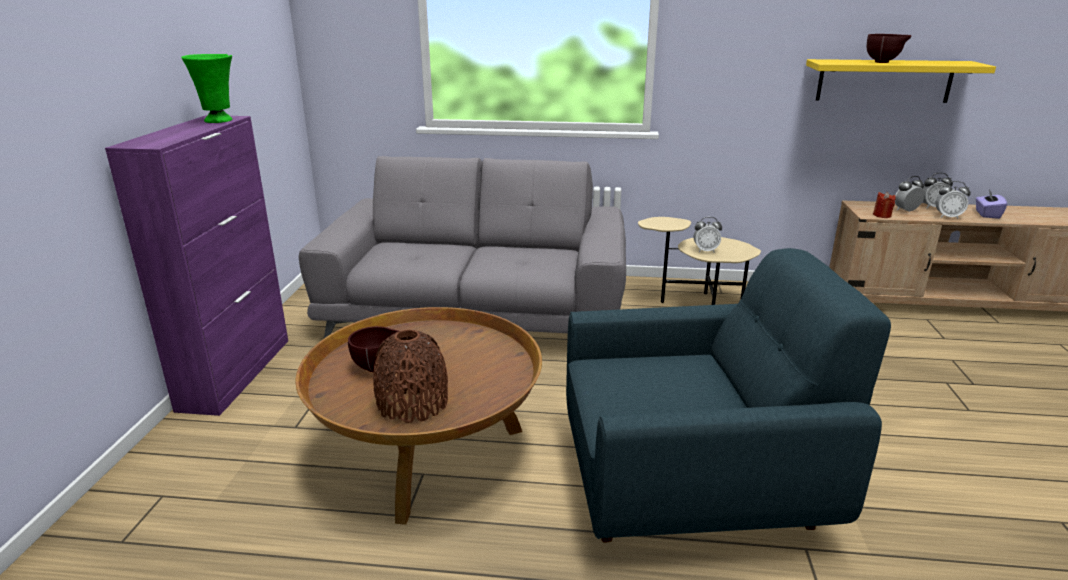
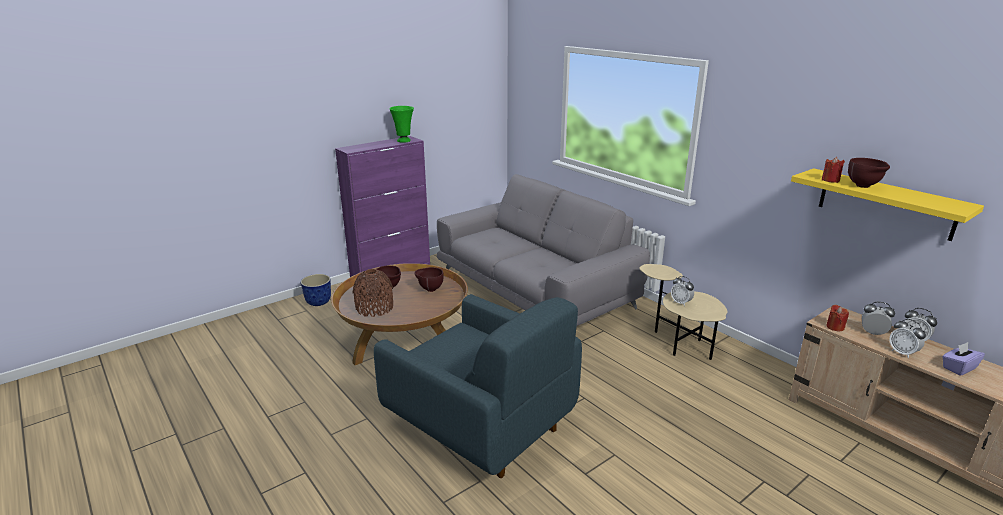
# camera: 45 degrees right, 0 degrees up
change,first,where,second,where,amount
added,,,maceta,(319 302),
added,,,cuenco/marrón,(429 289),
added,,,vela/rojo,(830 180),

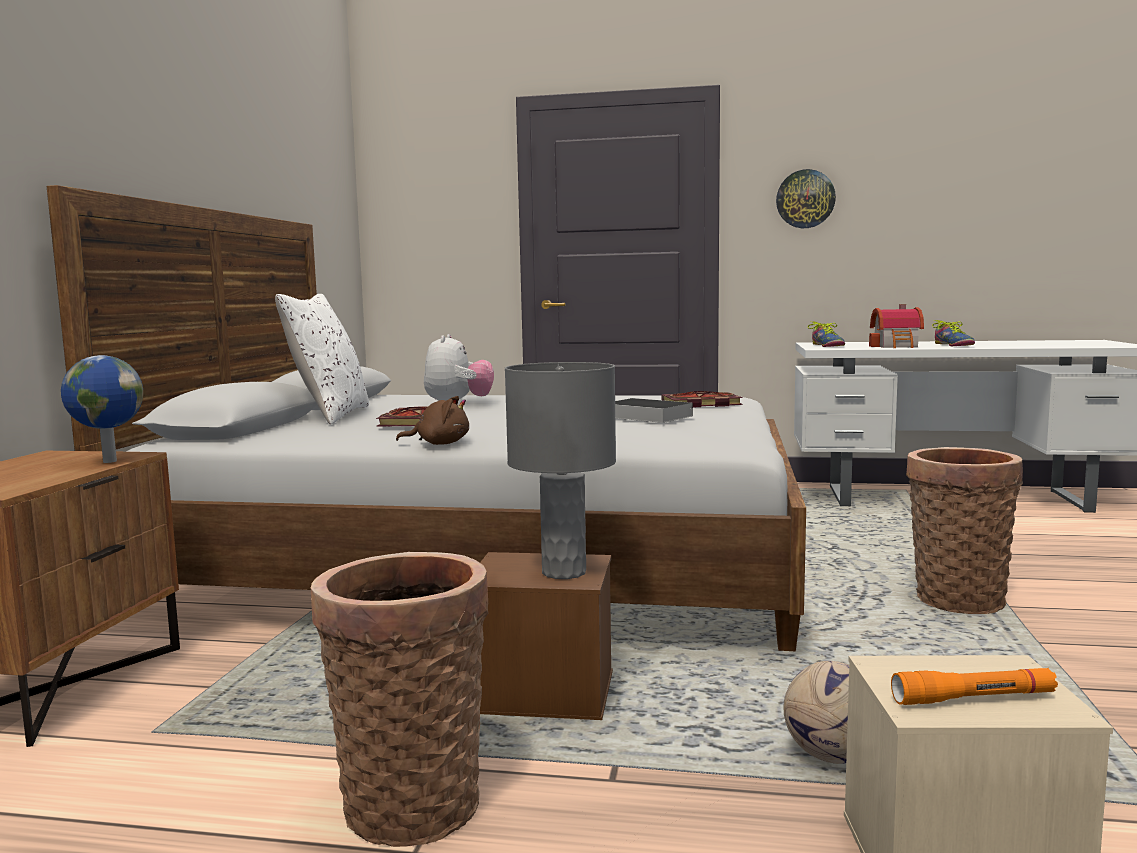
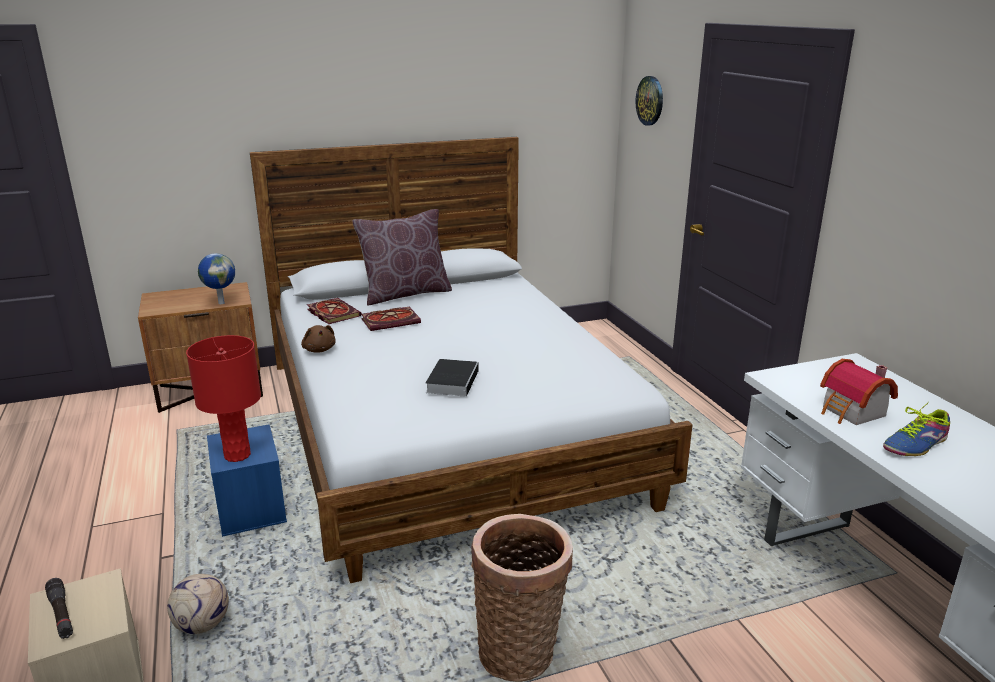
# camera: 60 degrees right, 15 degrees up
change,first,where,second,where,amount
recoloured,linterna/naranja,(974 699),linterna/negro,(61 614),
recoloured,lámpara de mesa/gris,(563 572),lámpara de mesa/rojo,(238 455),
recoloured,caja de almacenaje/marrón,(540 693),caja de almacenaje/azul,(250 508),
moved,libro,(699 404),,(332 313),
recoloured,cojín/blanco,(329 415),cojín/marrón,(405 294),
moved,reloj de pared,(805 199),,(650 100),
removed,cesta,(411 800),,,
removed,peluche,(458 404),,,
removed,zapato,(828 346),,,

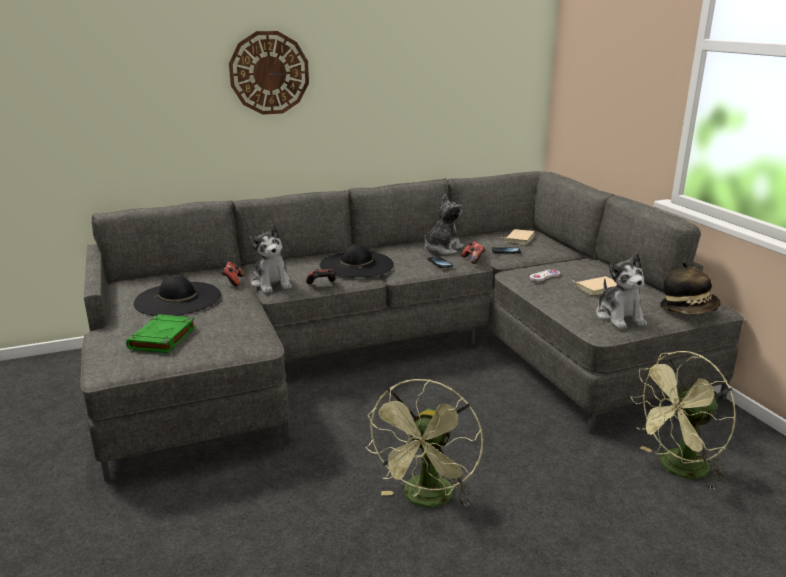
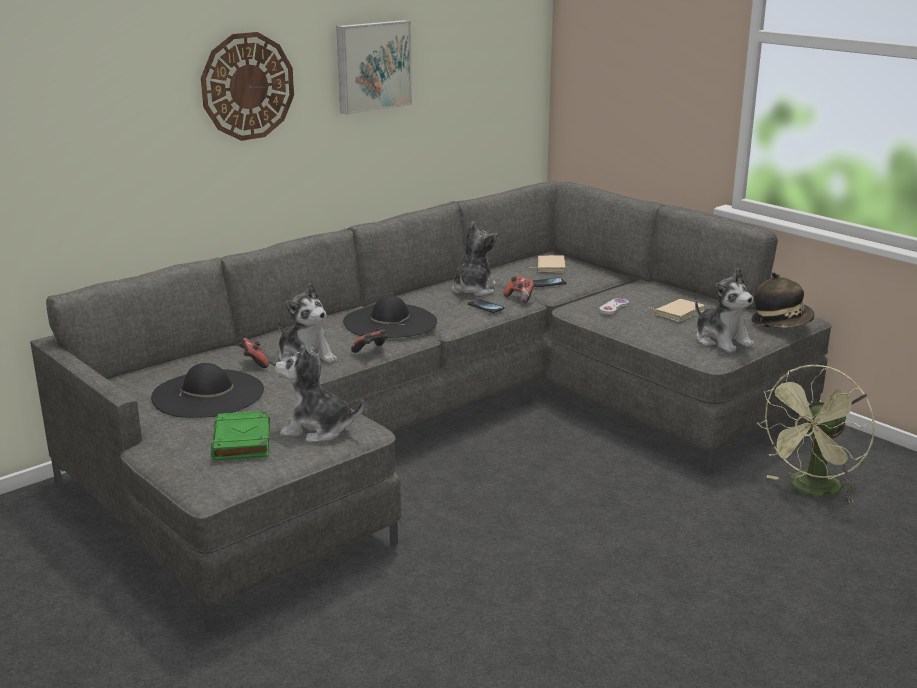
# camera: 20 degrees left, 0 degrees up
change,first,where,second,where,amount
added,,,peluche,(317 430),
added,,,cuadro,(372 66),
removed,ventilador/verde,(426 500),,,

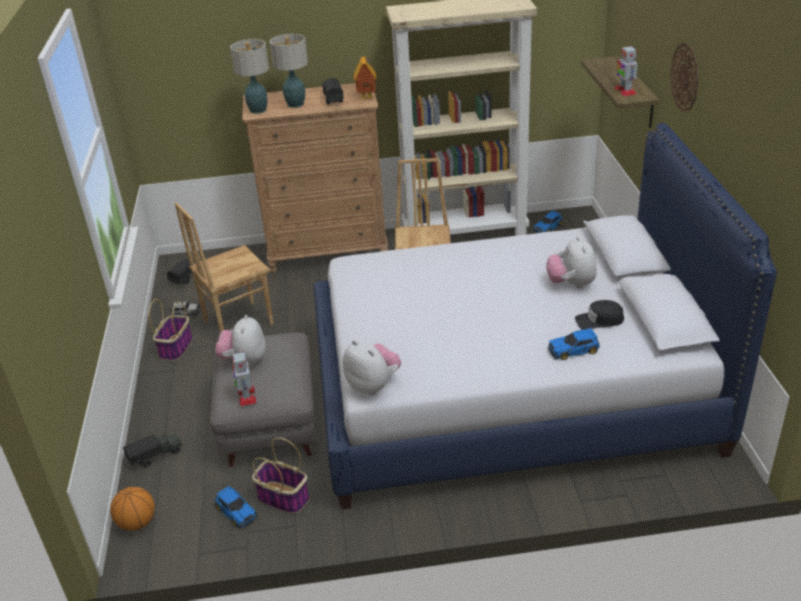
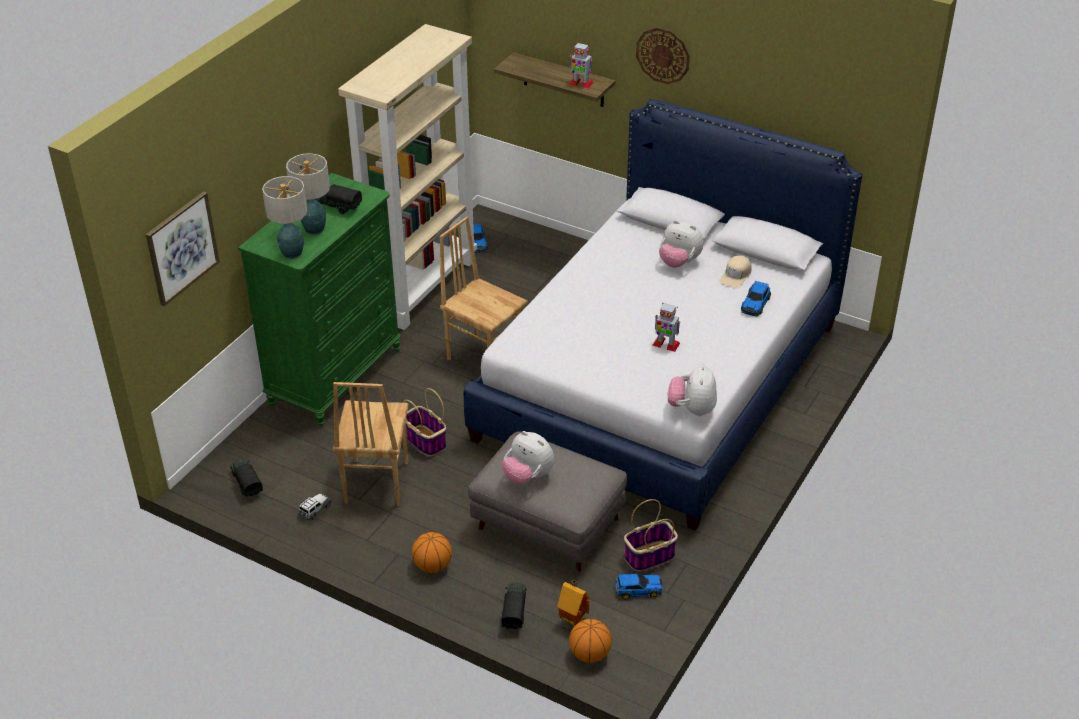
# camera: 55 degrees left, 5 degrees up
change,first,where,second,where,amount
added,,,cuadro,(182 248),
recoloured,cómoda/marrón,(328 252),cómoda/verde,(335 376),
moved,cesta,(176 347),,(425 441),
added,,,balón de baloncesto,(432 566),
moved,casita,(367 97),,(574 620),
moved,robot de juguete,(246 396),,(665 344),
turned,peluche,(373 385),,(692 409),75 degrees counterclockwise
recoloured,gorra/negro,(599 320),gorra/beis,(736 275),

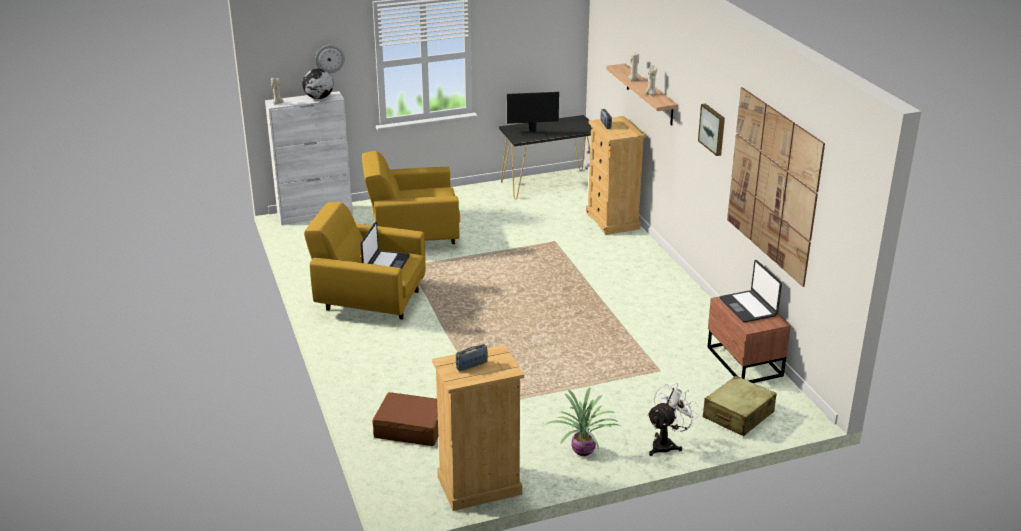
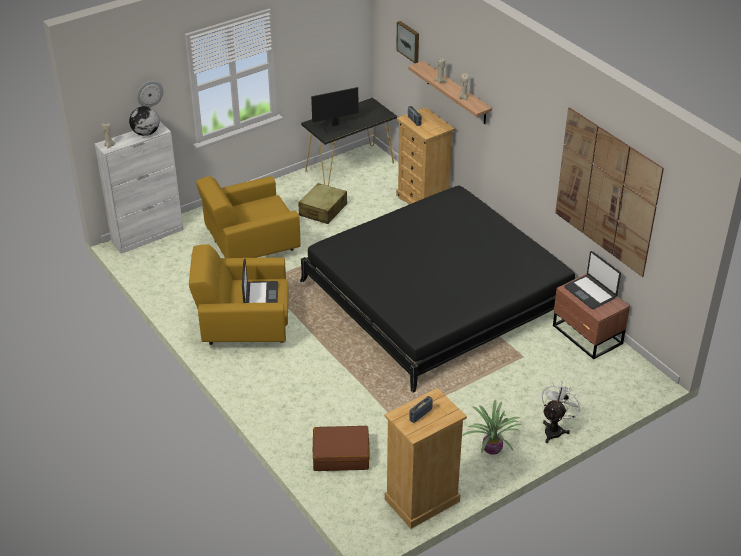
# camera: 15 degrees left, 10 degrees up
change,first,where,second,where,amount
moved,maleta/beis,(738 415),,(323 210),
added,,,cama/negro,(437 295),
moved,cuadro,(713 129),,(409 41),

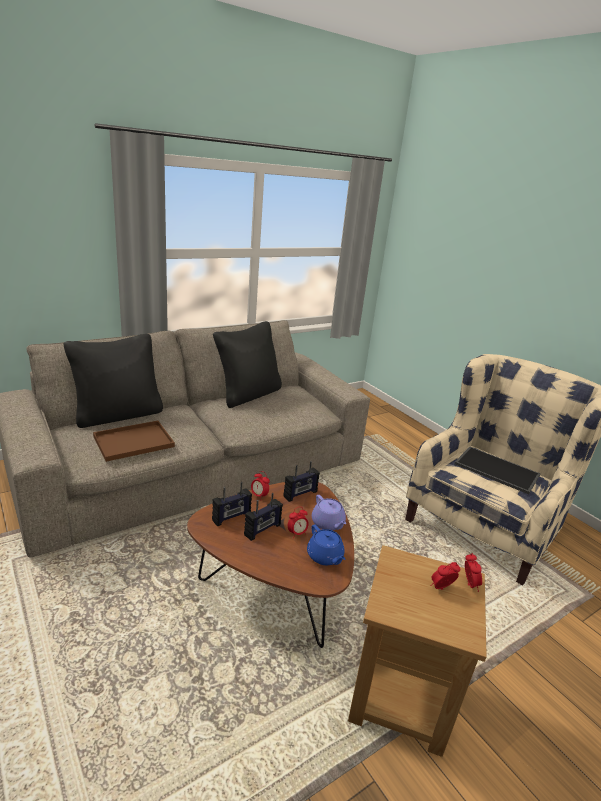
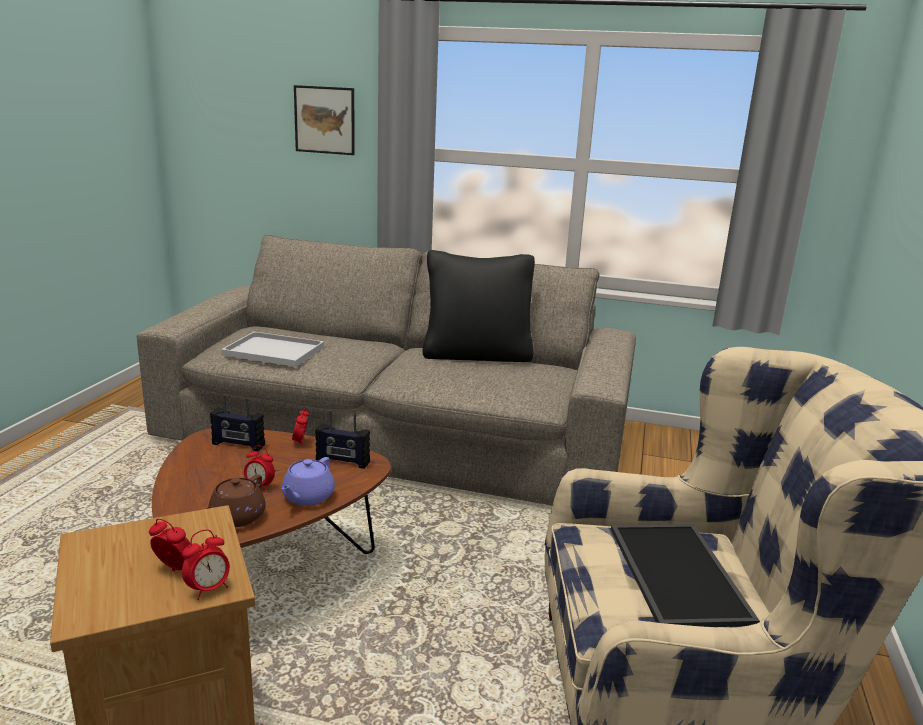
# camera: 50 degrees right, 5 degrees down
change,first,where,second,where,amount
recoloured,tetera/azul,(325 557),tetera/marrón,(236 518),
recoloured,bandeja/marrón,(132 442),bandeja/blanco,(272 351),
added,,,cuadro,(324 120),
removed,cojín/negro,(118 414),,,
removed,radio,(263 530),,,

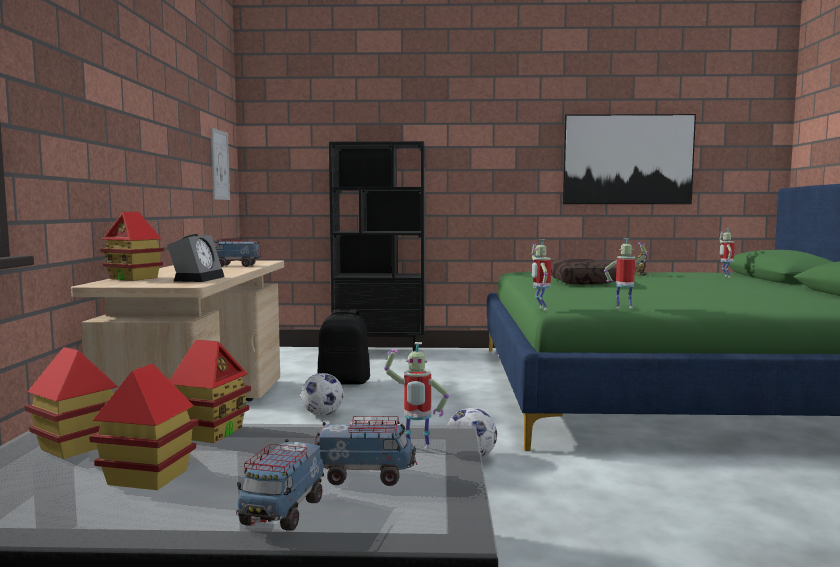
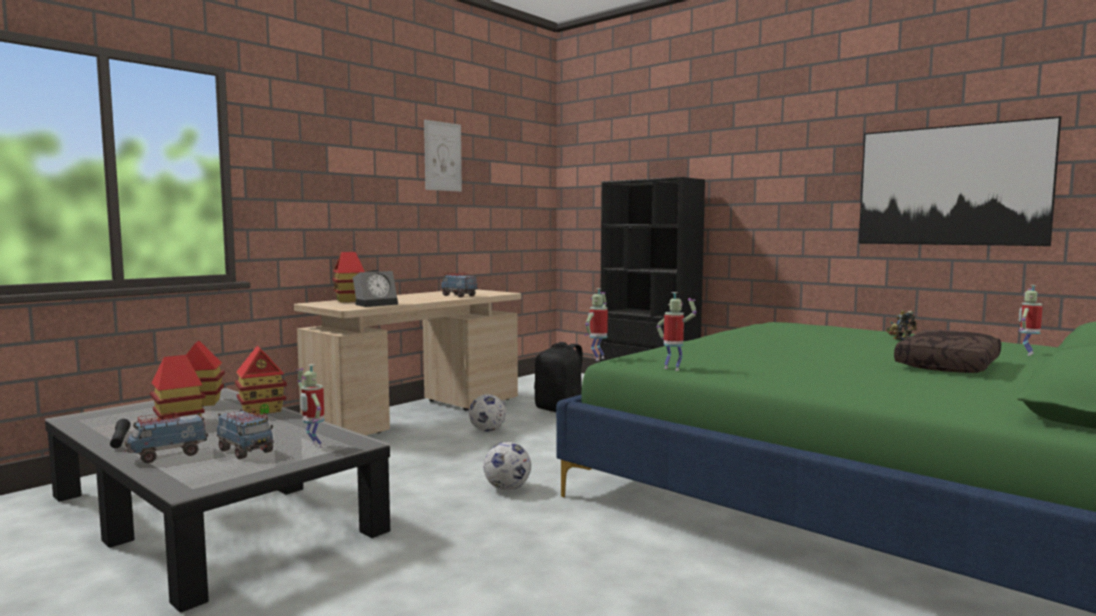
# camera: 40 degrees right, 0 degrees up
change,first,where,second,where,amount
added,,,linterna/negro,(120 440),
moved,cuadro,(220 165),,(443 156),
moved,cojín/marrón,(582 282),,(949 365),

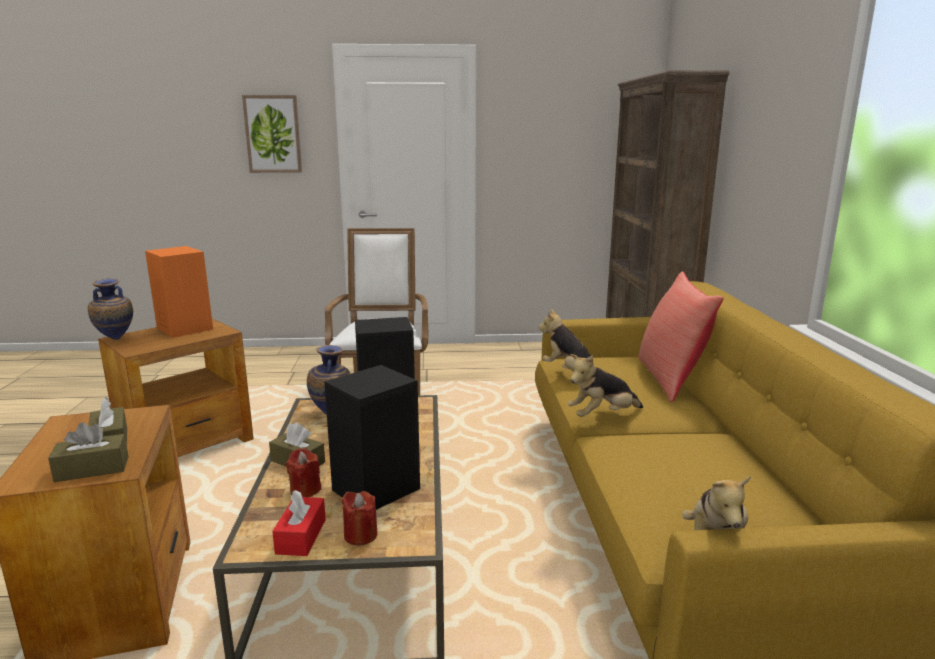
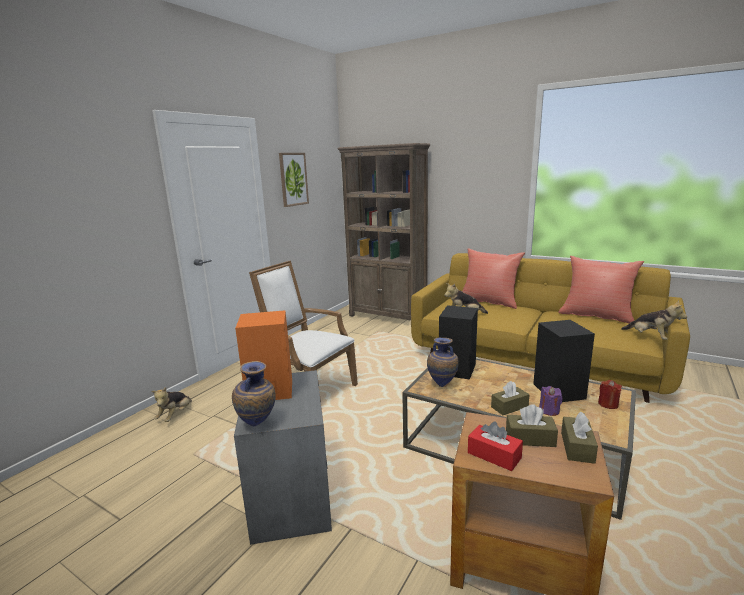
# camera: 55 degrees left, 0 degrees up
change,first,where,second,where,amount
moved,peluche,(602 416),,(175 415),
recoloured,mesa auxiliar/marrón,(188 445),mesa auxiliar/gris,(292 496),
moved,cuadro,(273 134),,(293 179),
moved,caja de pañuelos/rojo,(301 536),,(494 455),
recoloured,vela/rojo,(305 490),vela/morado,(549 410),
added,,,cojín/rojo,(596 316),

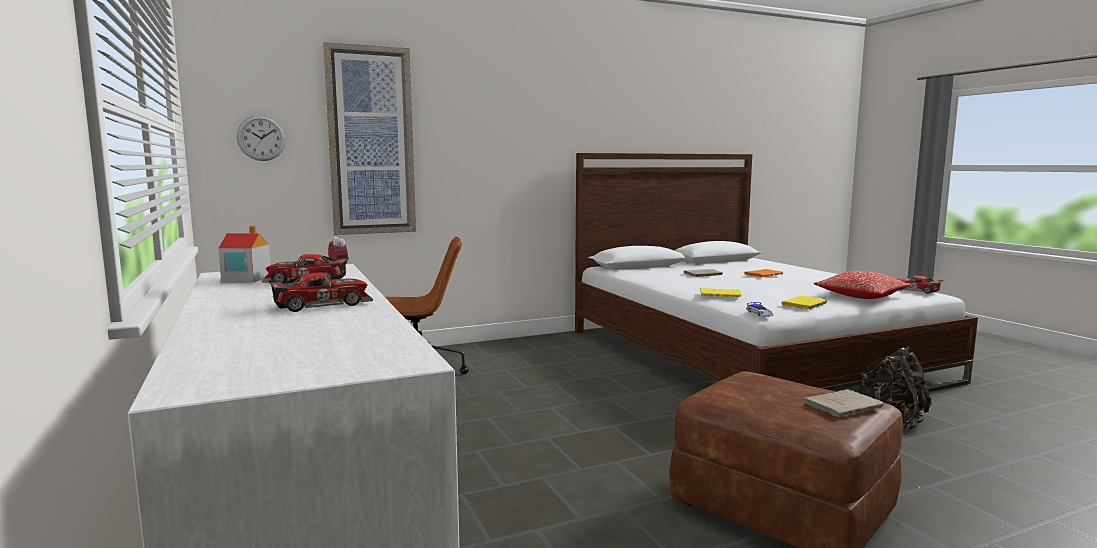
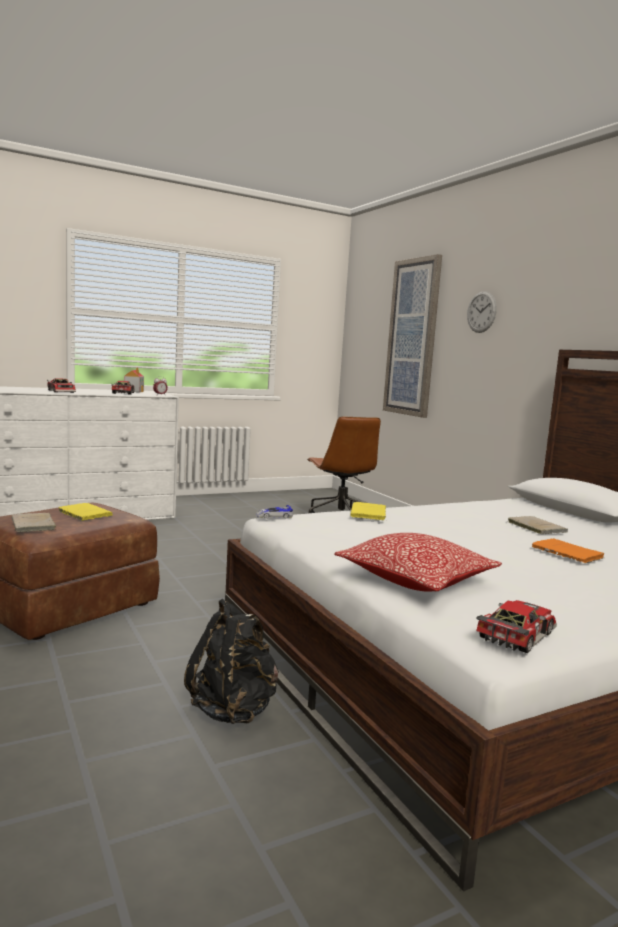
# camera: 85 degrees right, 0 degrees up
change,first,where,second,where,amount
moved,libro/amarillo,(803 305),,(84 513),
moved,reloj de pared,(261 138),,(481 312),

